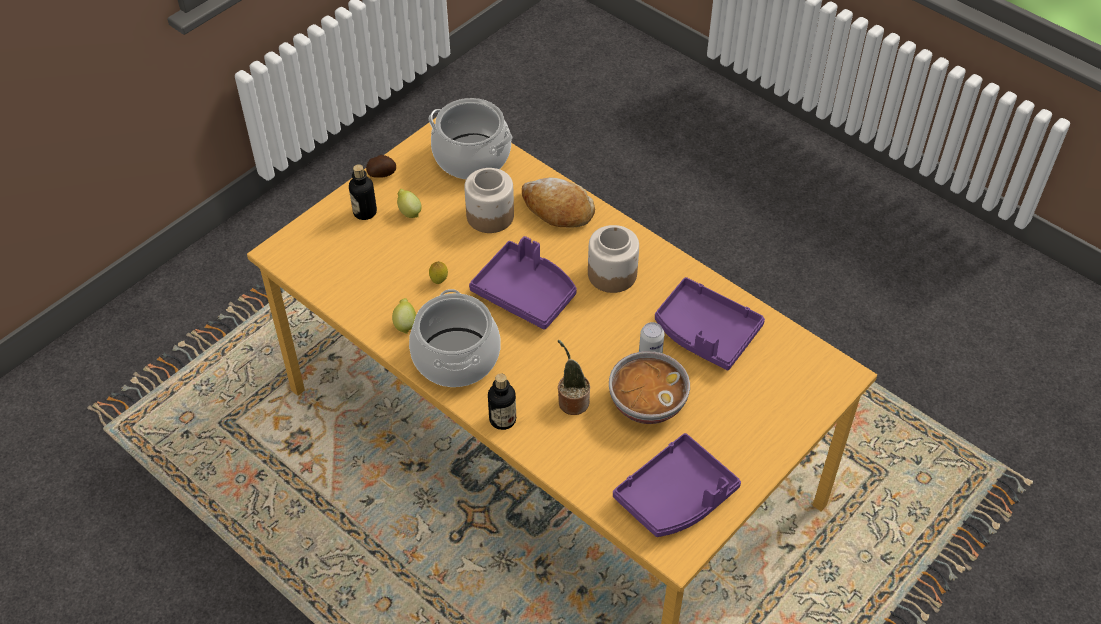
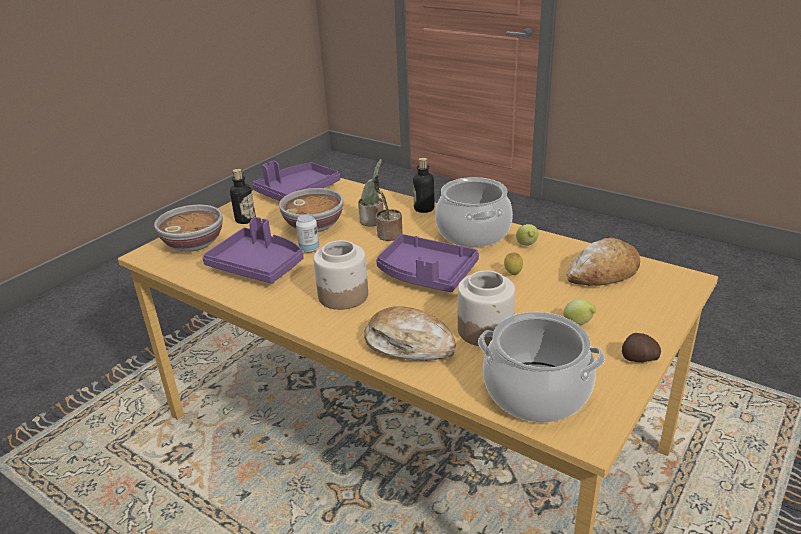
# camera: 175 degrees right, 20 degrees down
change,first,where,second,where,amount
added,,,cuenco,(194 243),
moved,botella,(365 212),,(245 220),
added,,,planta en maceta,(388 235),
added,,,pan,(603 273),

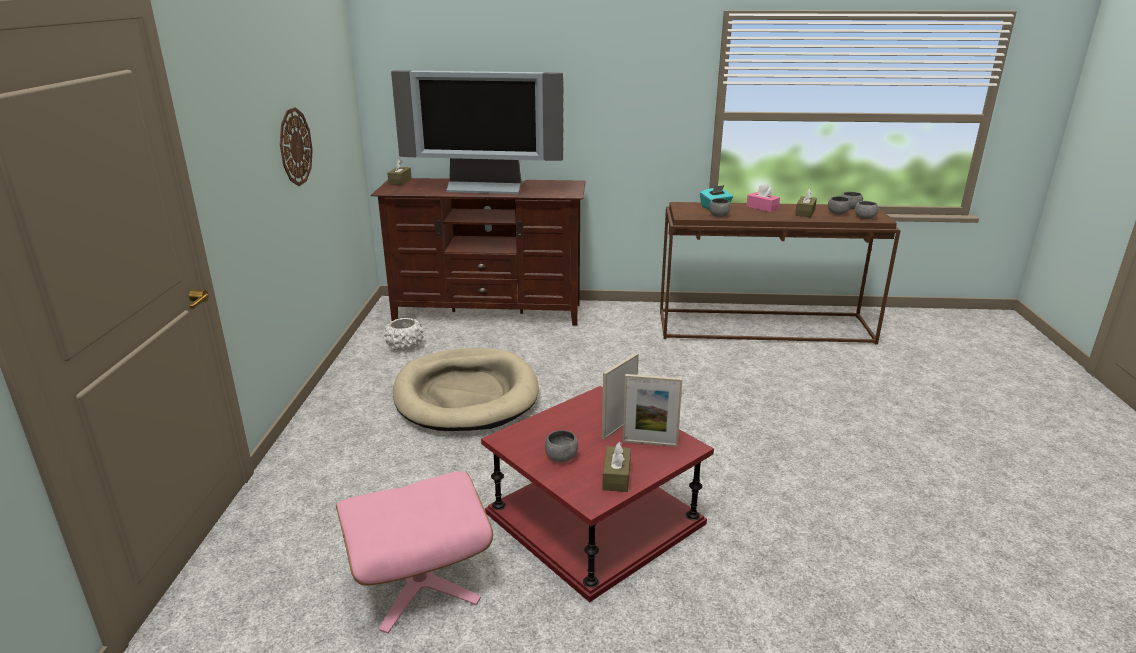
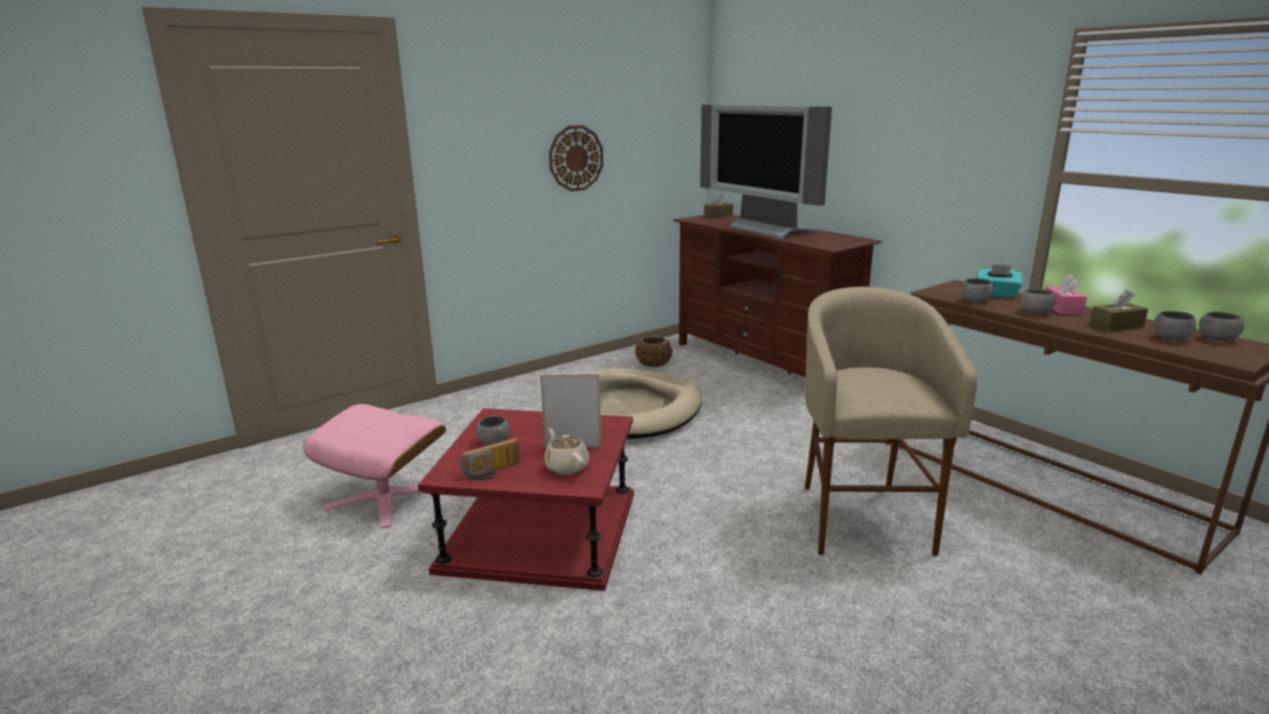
# camera: 50 degrees right, 5 degrees down
change,first,where,second,where,amount
replaced,caja de pañuelos/marrón,(616 477),radio,(492 472),
replaced,portarretratos,(649 443),tetera/beis,(566 467),
recoloured,maceta/blanco,(405 346),maceta/marrón,(654 364),
added,,,taburete/beis,(861 518),
moved,cuenco/gris,(865 218),,(1035 313),

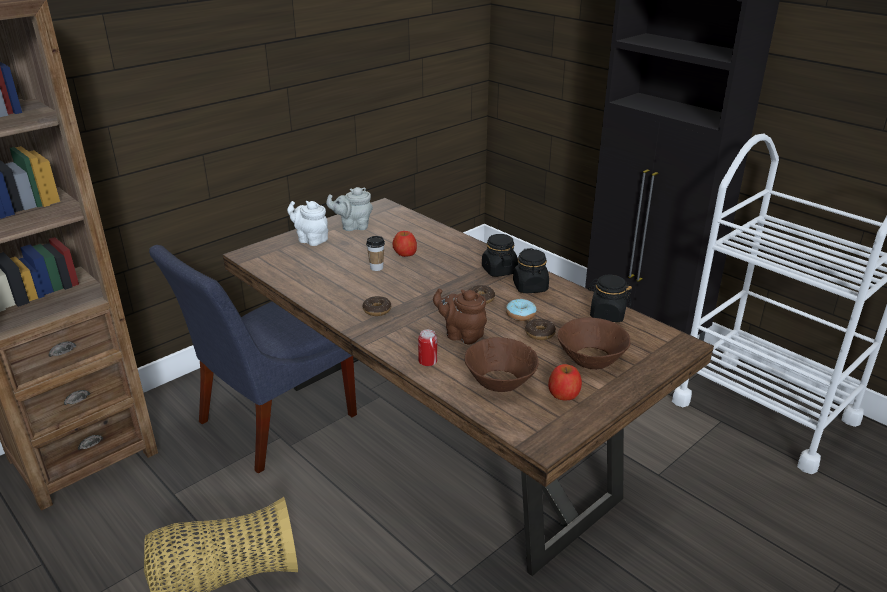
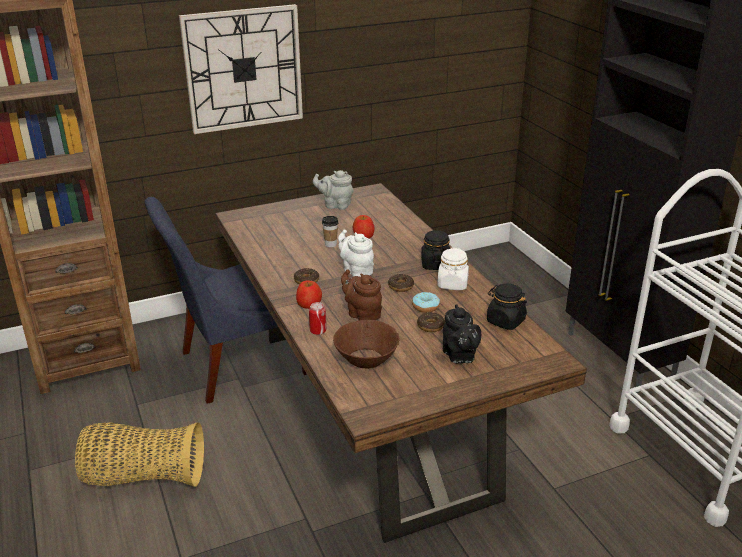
# camera: 20 degrees right, 0 degrees up
change,first,where,second,where,amount
added,,,reloj de pared,(243 69),
moved,manzana,(564 393),,(309 304),
moved,tetera/blanco,(310 239),,(356 271),
recoloured,tarro/negro,(530 287),tarro/blanco,(452 284),
replaced,cuenco/marrón,(590 359),tetera/negro,(460 356),

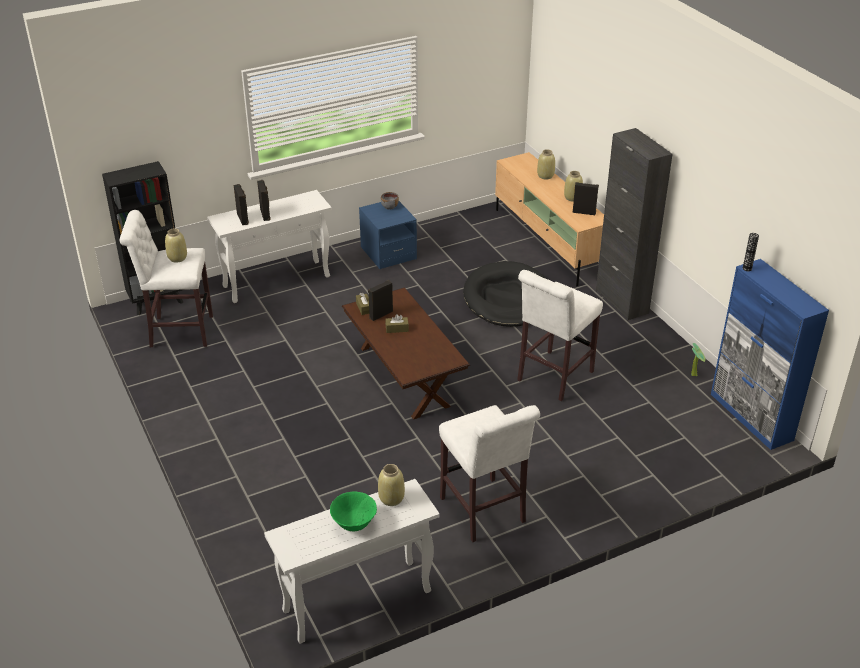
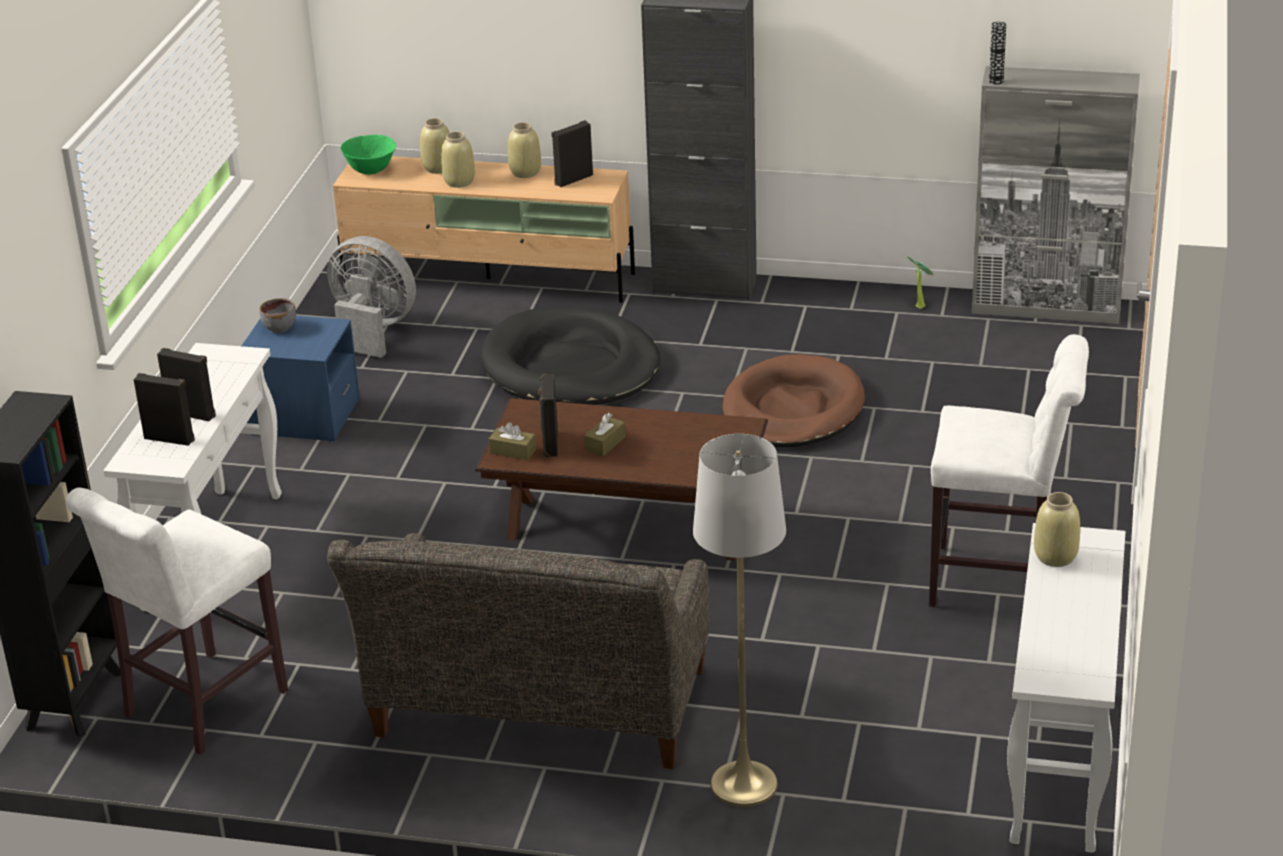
# camera: 50 degrees left, 5 degrees down
change,first,where,second,where,amount
added,,,ventilador/gris,(372 330),
added,,,sofá/gris,(537 714),
moved,cuenco/verde,(354 523),,(370 170),
moved,florero/beis,(177 258),,(459 182),
added,,,lámpara de pie/gris,(743 784),
replaced,taburete/blanco,(552 378),cama para perro/marrón,(792 409),
recoloured,armario/azul,(751 417),armario/gris,(1047 307),

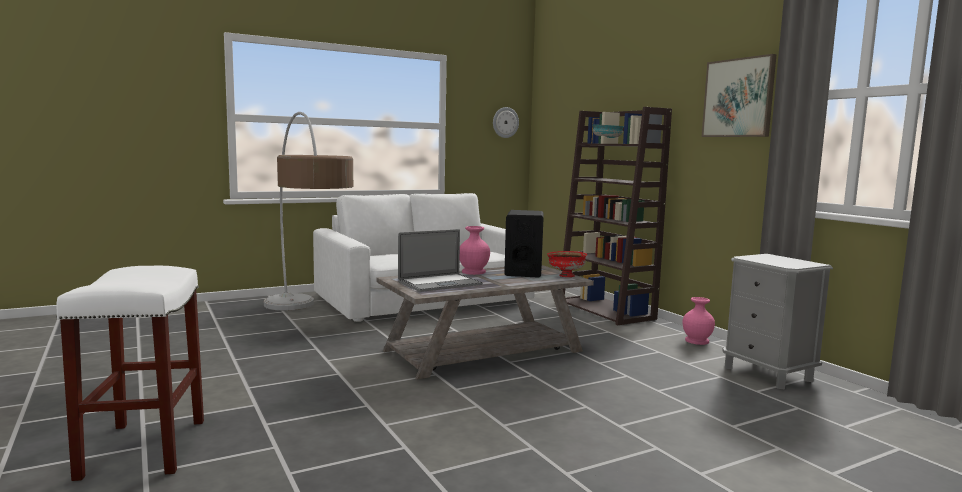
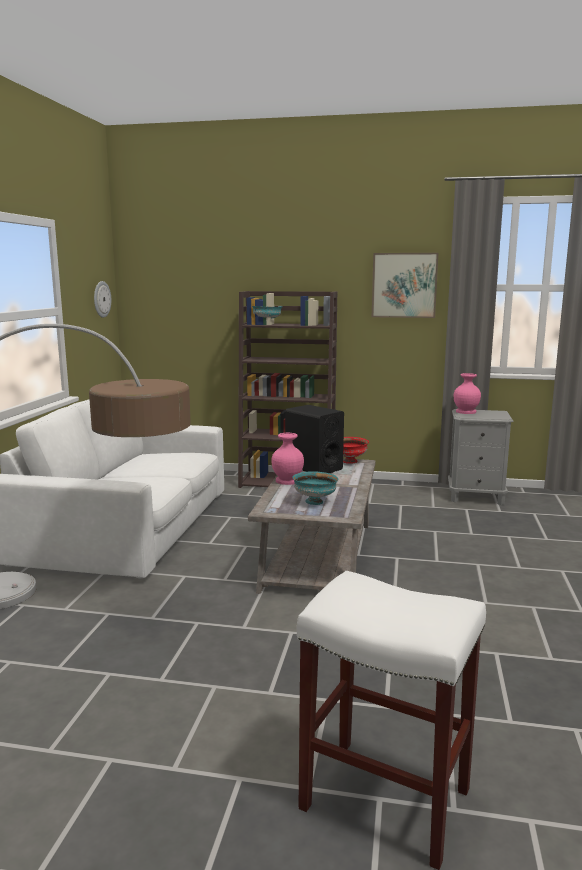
# camera: 50 degrees left, 5 degrees up
change,first,where,second,where,amount
replaced,portátil,(440 283),cuenco/turquesa,(315 501),
moved,florero/rosa,(696 341),,(465 412),

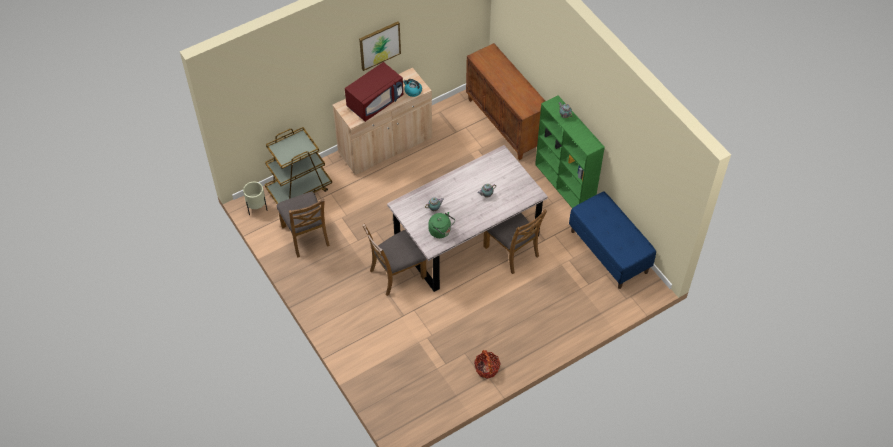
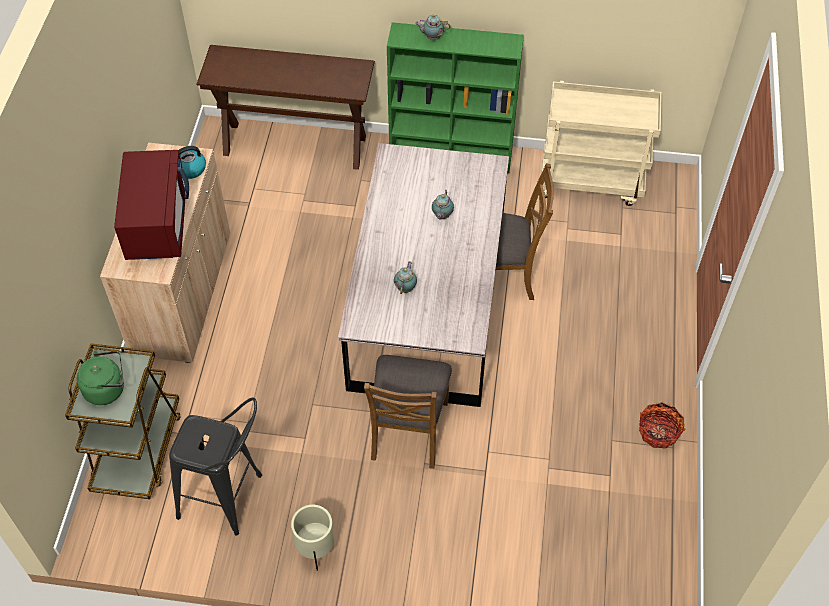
# camera: 50 degrees left, 0 degrees up
change,first,where,second,where,amount
moved,hervidor/verde,(441 231),,(107 388),
replaced,silla/marrón,(306 235),taburete/negro,(229 499),
replaced,armario/marrón,(506 123),mesa consola/marrón,(295 145),
moved,maceta/beis,(257 208),,(315 550),
replaced,banco/azul,(609 251),carrito/beis,(592 181),
removed,cuadro,(379 45),,,

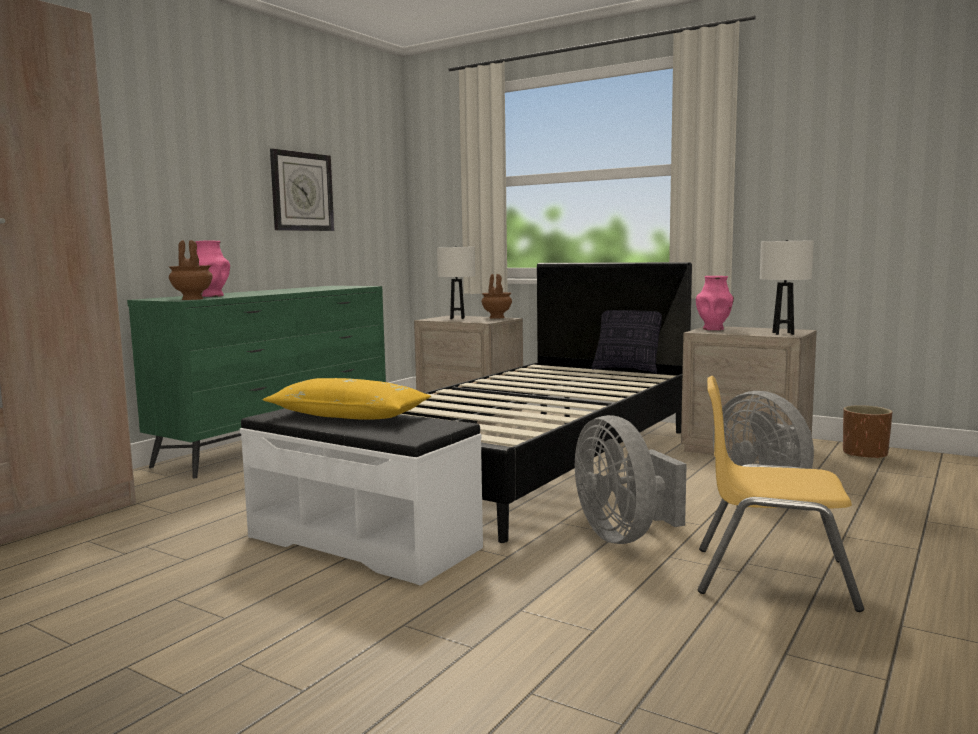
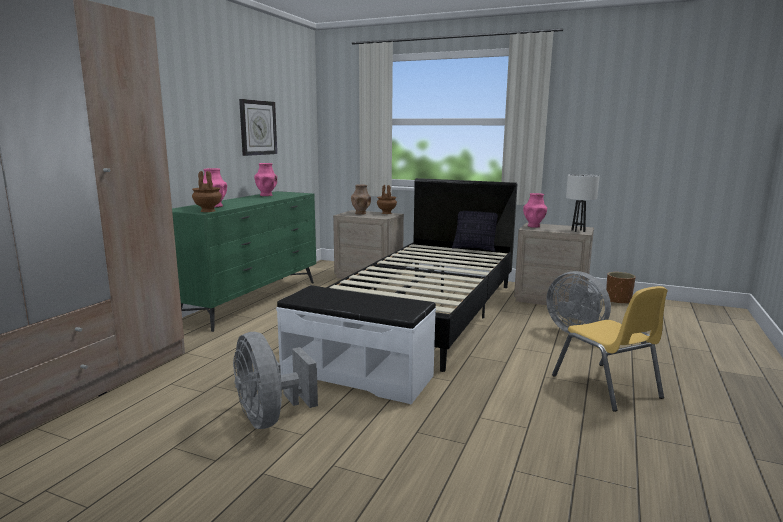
# camera: 10 degrees left, 5 degrees up
change,first,where,second,where,amount
moved,ventilador/gris,(624 535),,(270 417),
added,,,florero/rosa,(266 195),
replaced,lámpara de mesa/blanco,(457 318),florero/marrón,(361 213),
turned,silla/amarillo,(772 577),,(606 387),120 degrees counterclockwise
removed,cojín/amarillo,(348 415),,,

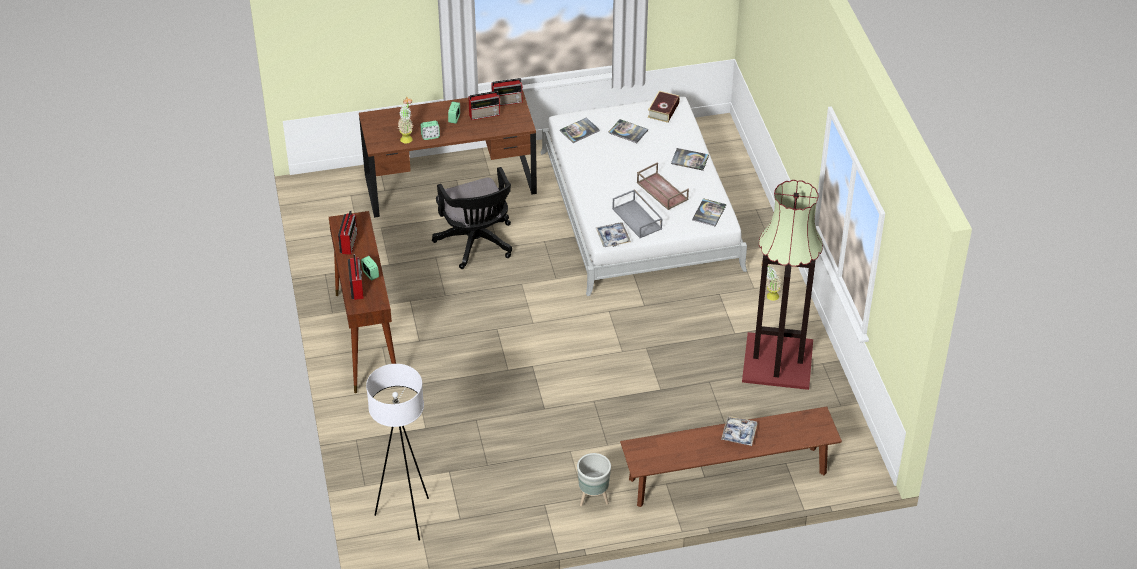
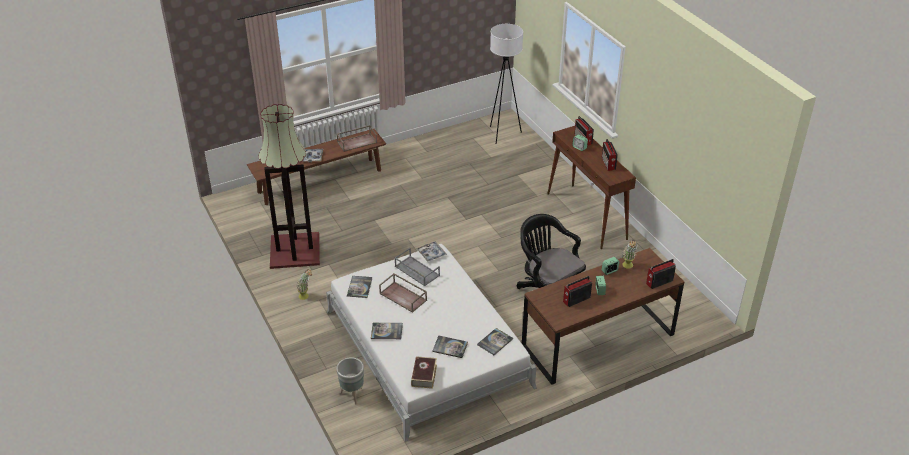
# camera: 165 degrees right, 5 degrees down
change,first,where,second,where,amount
moved,maceta/gris,(594 498),,(352 395),
added,,,bandeja/marrón,(357 142),
moved,radio,(507 101),,(659 282),

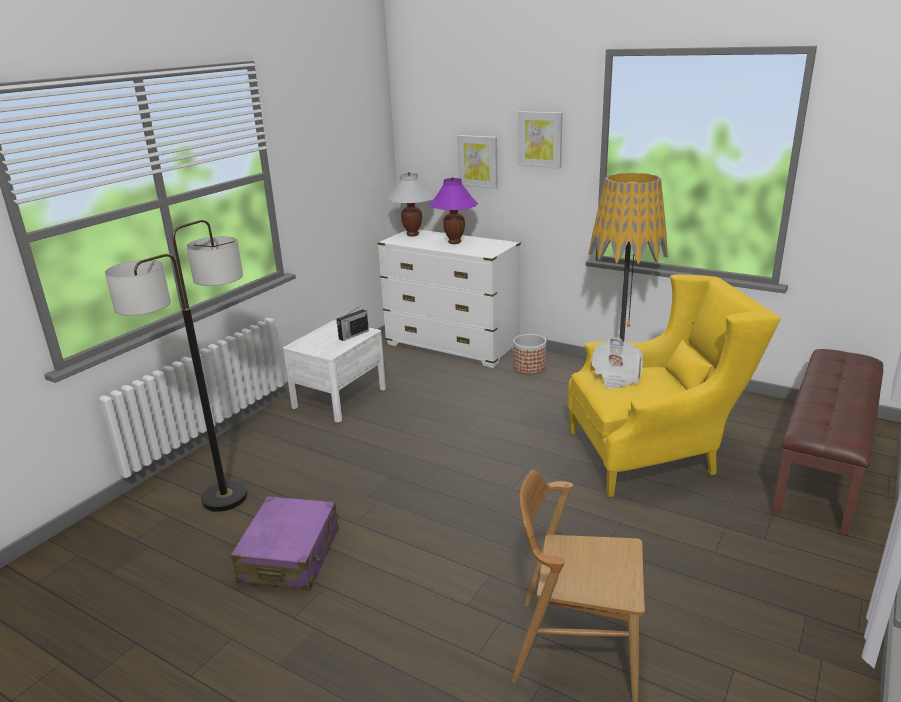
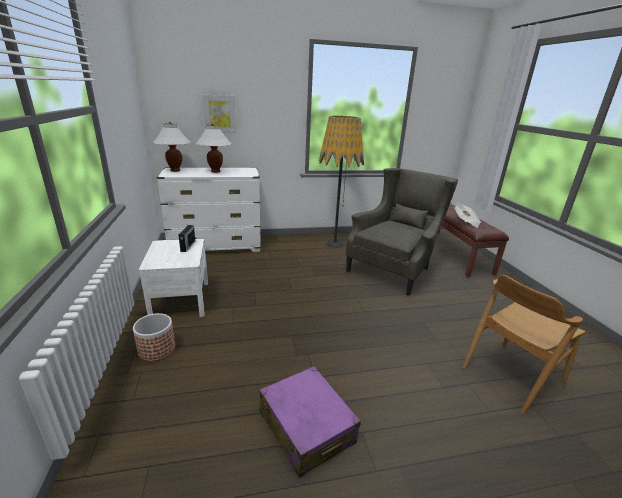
# camera: 45 degrees left, 0 degrees up
change,first,where,second,where,amount
moved,maceta,(529 367),,(157 350),
recoloured,lámpara de mesa/morado,(454 242),lámpara de mesa/blanco,(215 171),
recoloured,sillón/amarillo,(654 453),sillón/gris,(394 268),
moved,periódico,(616 377),,(466 222),
removed,lámpara de pie,(224 498),,,
removed,cuadro,(540 139),,,

